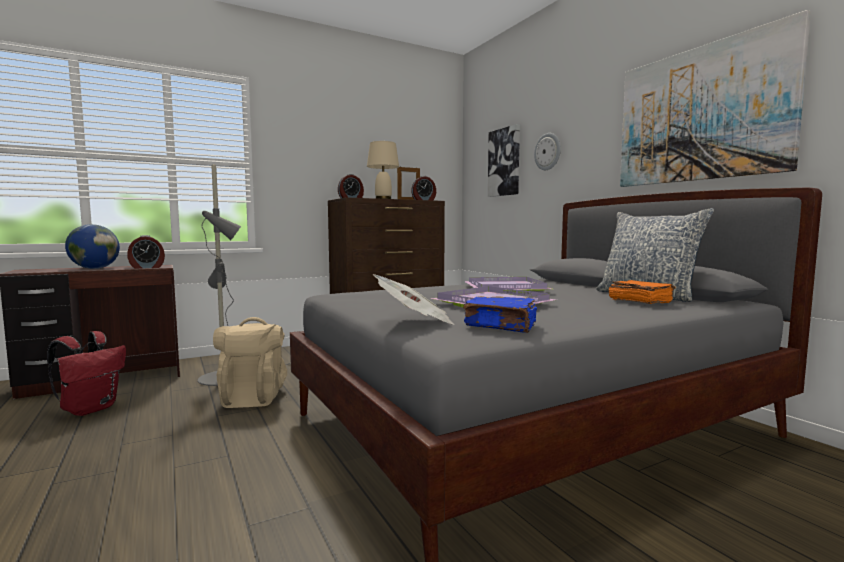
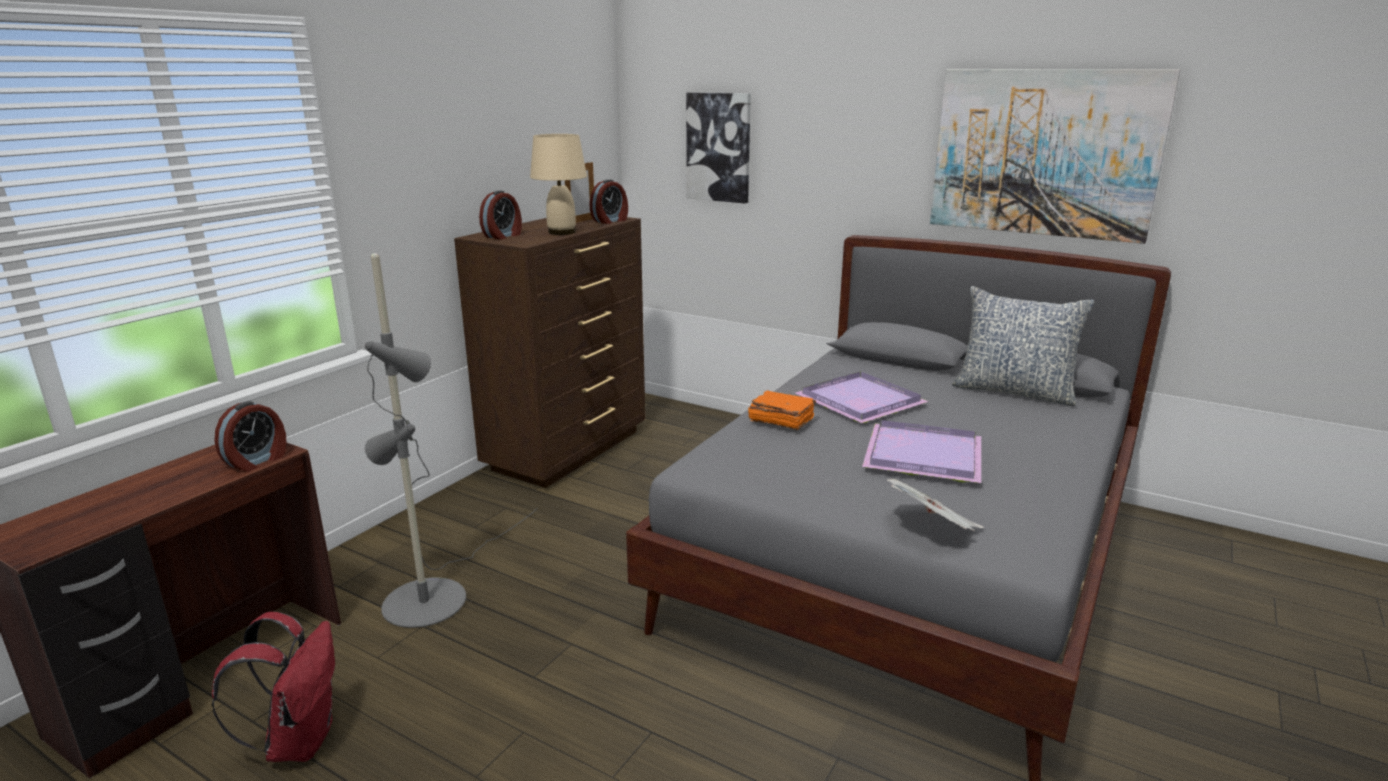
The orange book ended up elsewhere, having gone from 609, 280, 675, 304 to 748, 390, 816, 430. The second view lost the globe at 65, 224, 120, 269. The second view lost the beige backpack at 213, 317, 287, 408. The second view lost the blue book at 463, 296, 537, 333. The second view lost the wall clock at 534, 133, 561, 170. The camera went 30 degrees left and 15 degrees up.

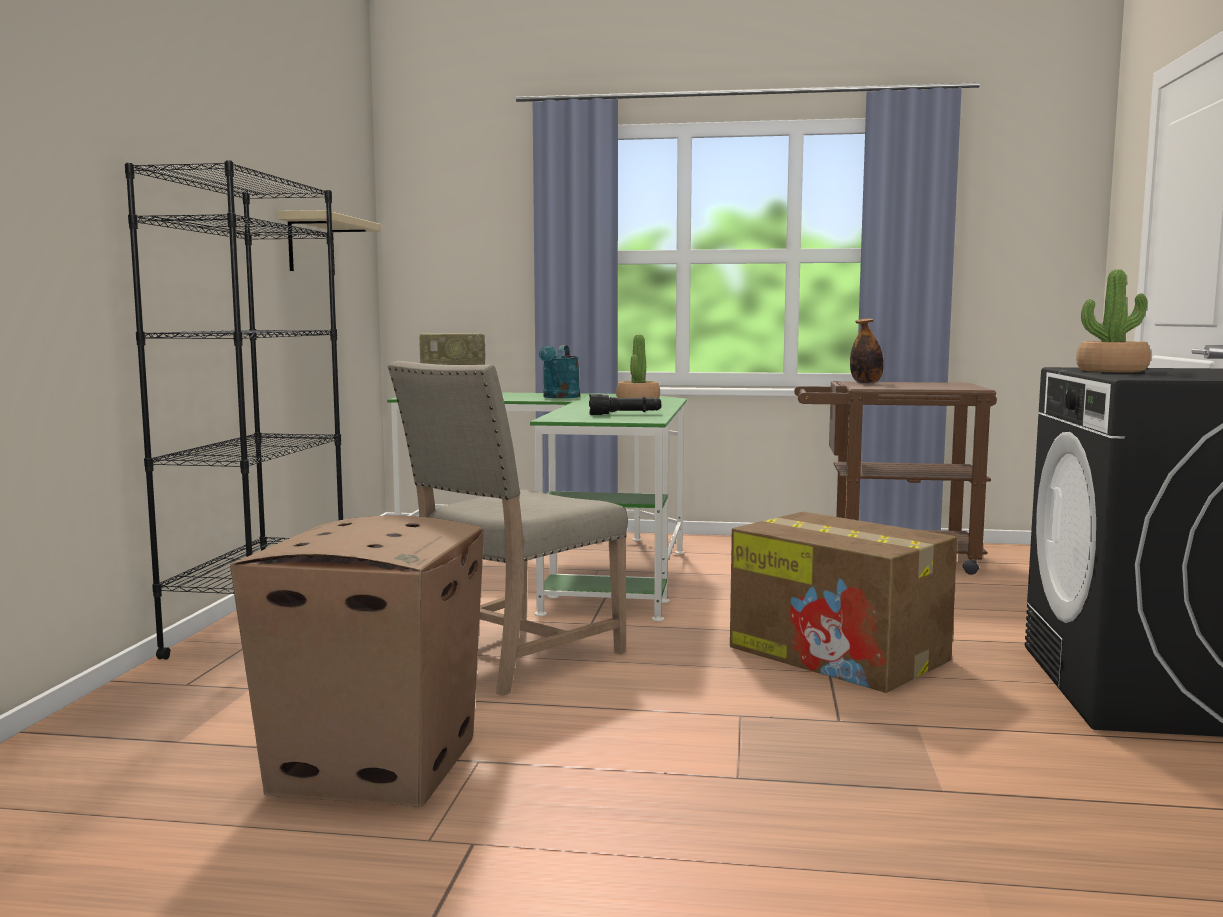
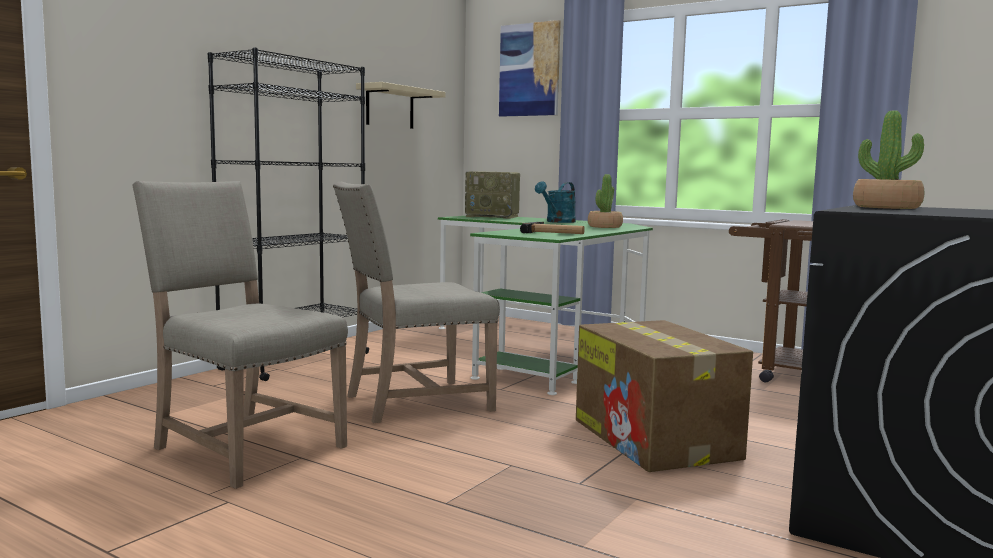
Where the cardboard box stood at 230, 515, 484, 807, the beige chair came to stand at 132, 181, 348, 489. The second view gained the picture at 499, 20, 561, 117. Where the black flashlight stood at 589, 394, 661, 415, the hammer came to stand at 520, 222, 585, 234. The second view lost the bottle at 850, 319, 884, 384. The camera went 25 degrees right and 0 degrees up.

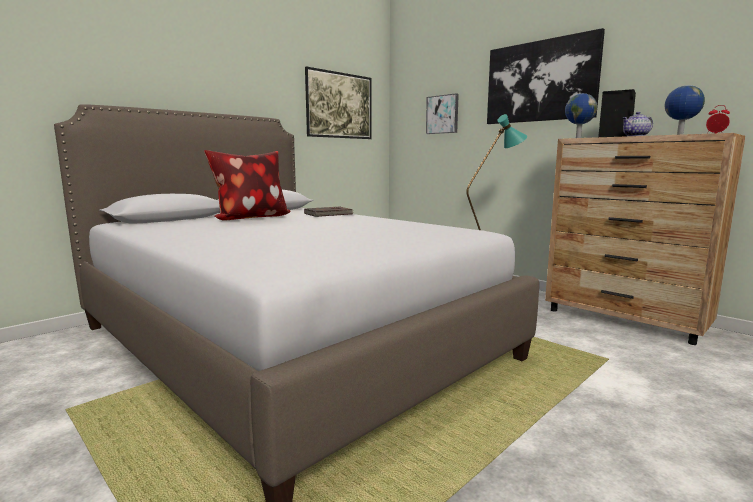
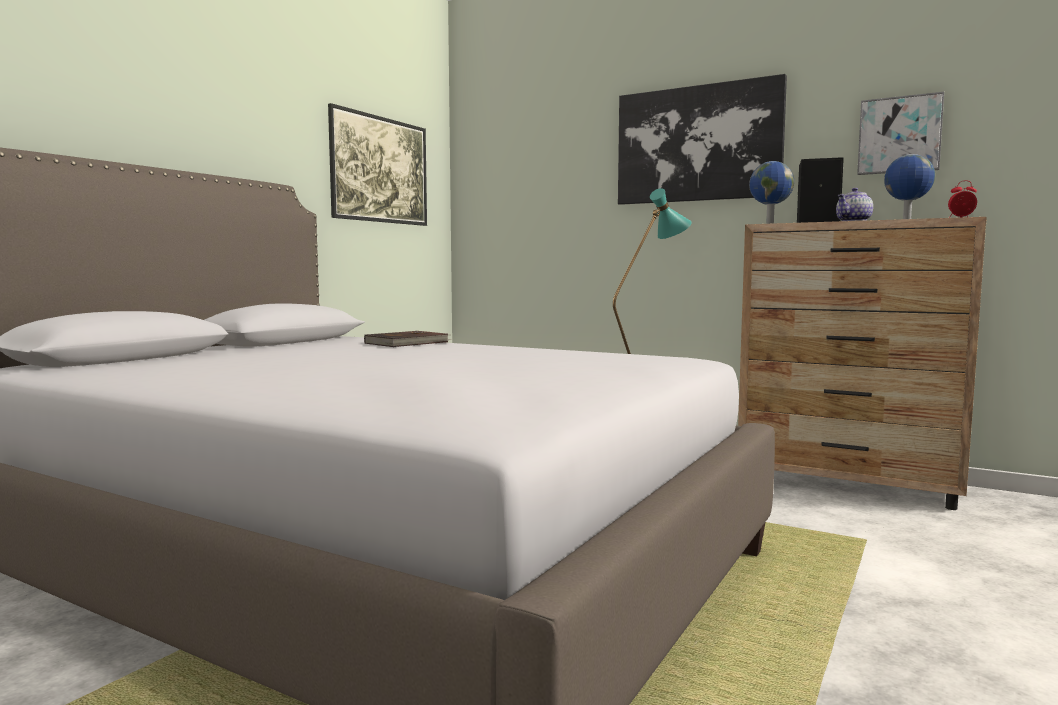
The picture ended up elsewhere, having gone from 426, 93, 459, 134 to 857, 92, 944, 175. The second view lost the pillow at 204, 150, 290, 221. The camera went 15 degrees left and 5 degrees down.

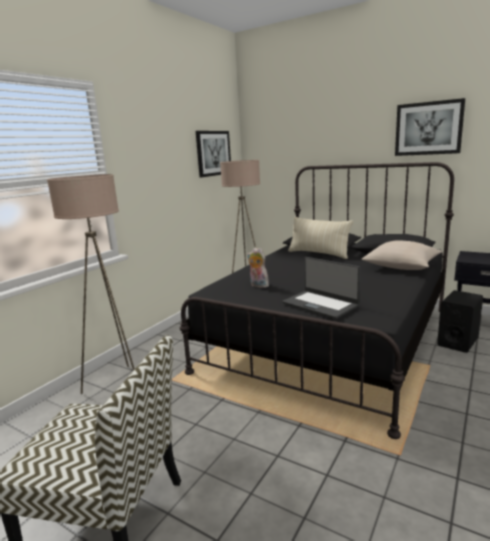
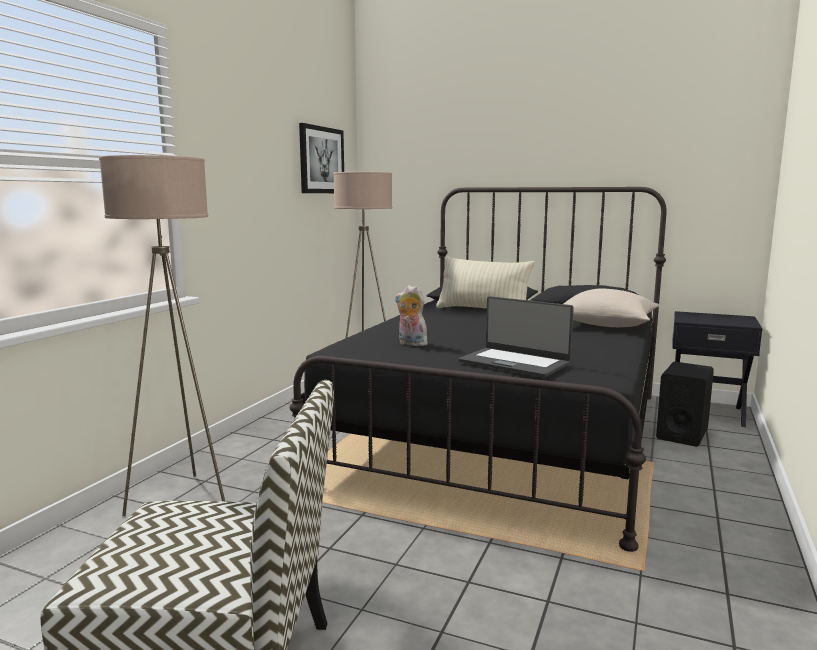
The second view lost the picture at 395, 98, 465, 156. The camera went 10 degrees left and 5 degrees down.

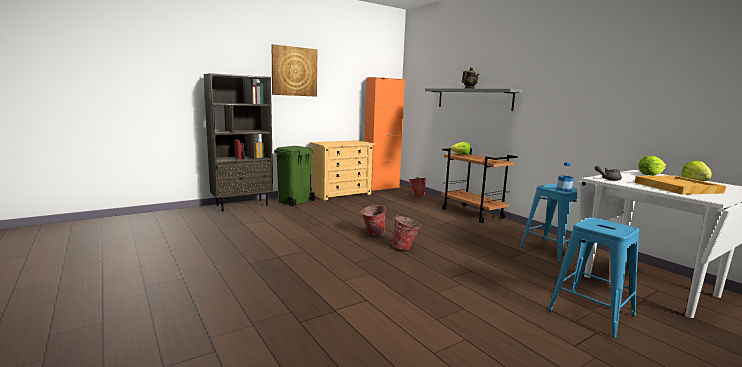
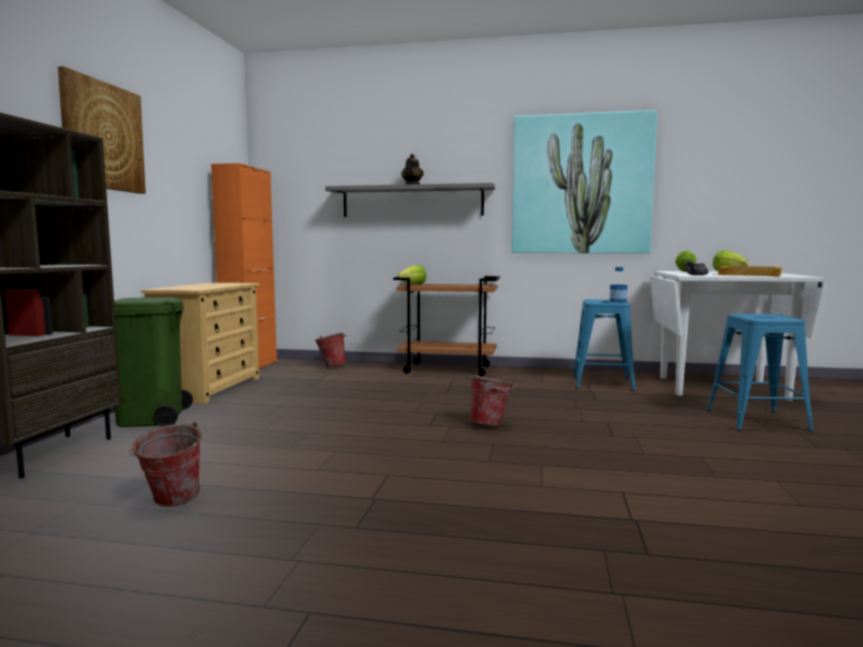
The bucket ended up elsewhere, having gone from 360, 205, 386, 236 to 129, 422, 201, 507. The second view gained the picture at 512, 110, 657, 253. The camera went 45 degrees left and 5 degrees down.

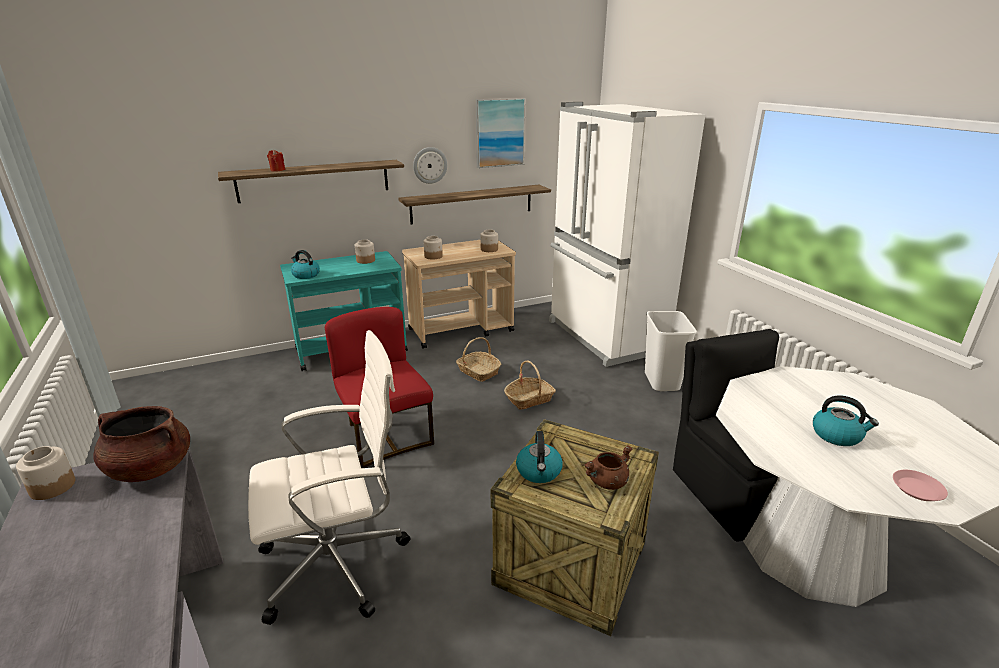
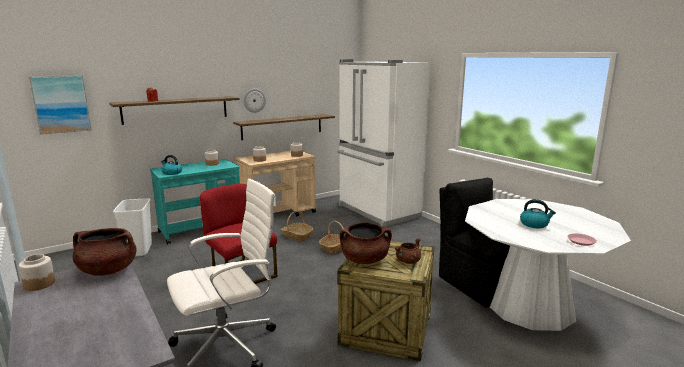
The picture ended up elsewhere, having gone from 476, 98, 525, 168 to 29, 75, 91, 134. The white trash can ended up elsewhere, having gone from 645, 311, 697, 391 to 113, 198, 152, 256. Where the kettle stood at 516, 431, 563, 483, the brown cooking pot came to stand at 340, 222, 392, 264. The camera went 10 degrees left and 10 degrees down.

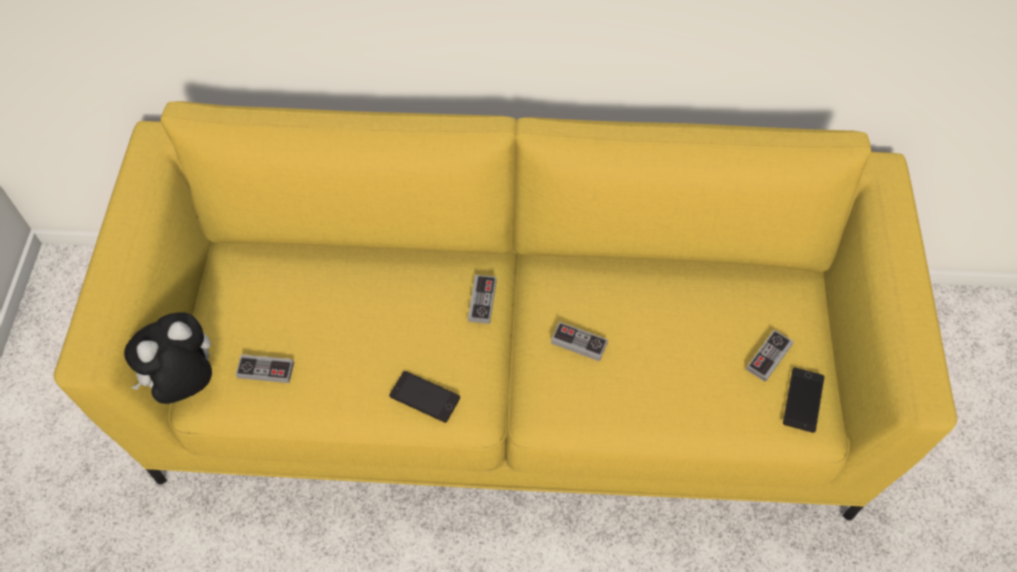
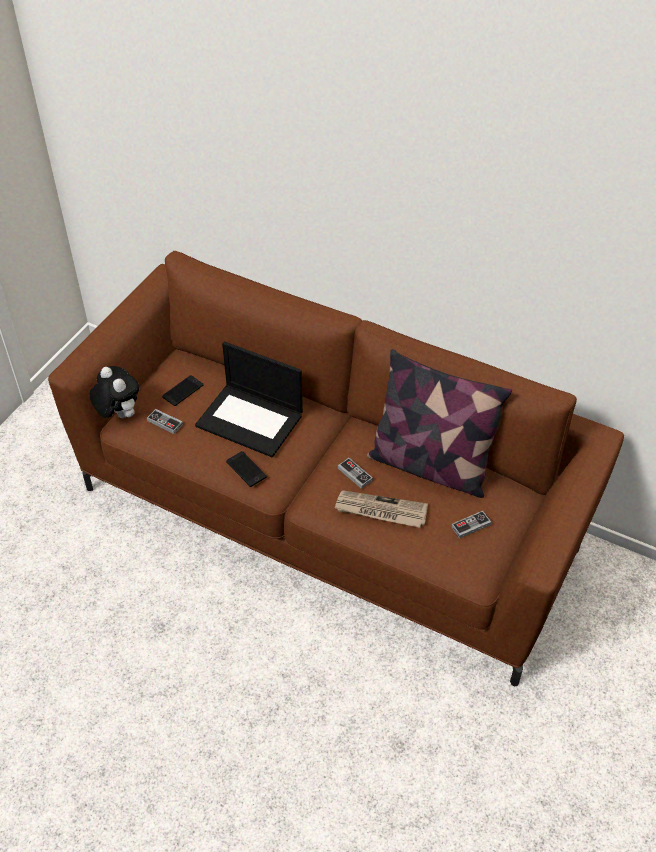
What was the yellow sofa at 54, 101, 957, 520 turned into the brown sofa at 48, 251, 624, 686. The plush toy at 124, 312, 212, 404 ended up facing another way, 60 degrees clockwise from before. The phone ended up elsewhere, having gone from 783, 368, 824, 433 to 162, 375, 204, 406. The second view gained the laptop at 195, 341, 303, 458. The second view gained the newspaper at 334, 490, 428, 528. The second view gained the pillow at 367, 349, 512, 498. The second view lost the game controller at 468, 275, 497, 324. The camera went 25 degrees right and 10 degrees down.

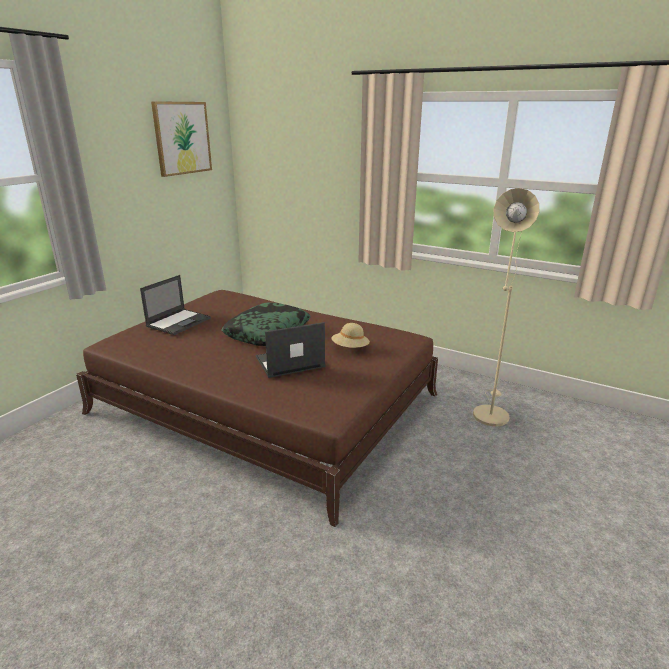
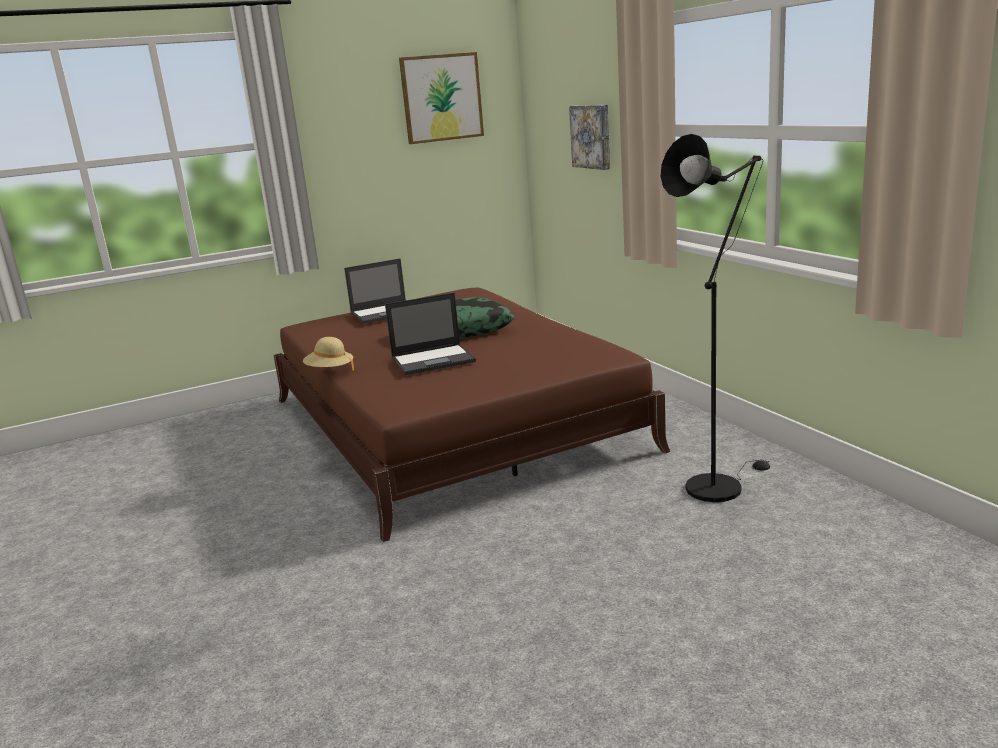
The beige hat ended up elsewhere, having gone from 332, 323, 370, 348 to 303, 337, 354, 370. The laptop at 256, 322, 326, 378 ended up facing another way, 150 degrees clockwise from before. The second view gained the picture at 569, 105, 610, 170. What was the beige floor lamp at 473, 188, 539, 427 turned into the black floor lamp at 661, 134, 770, 502. The camera went 35 degrees right and 5 degrees down.

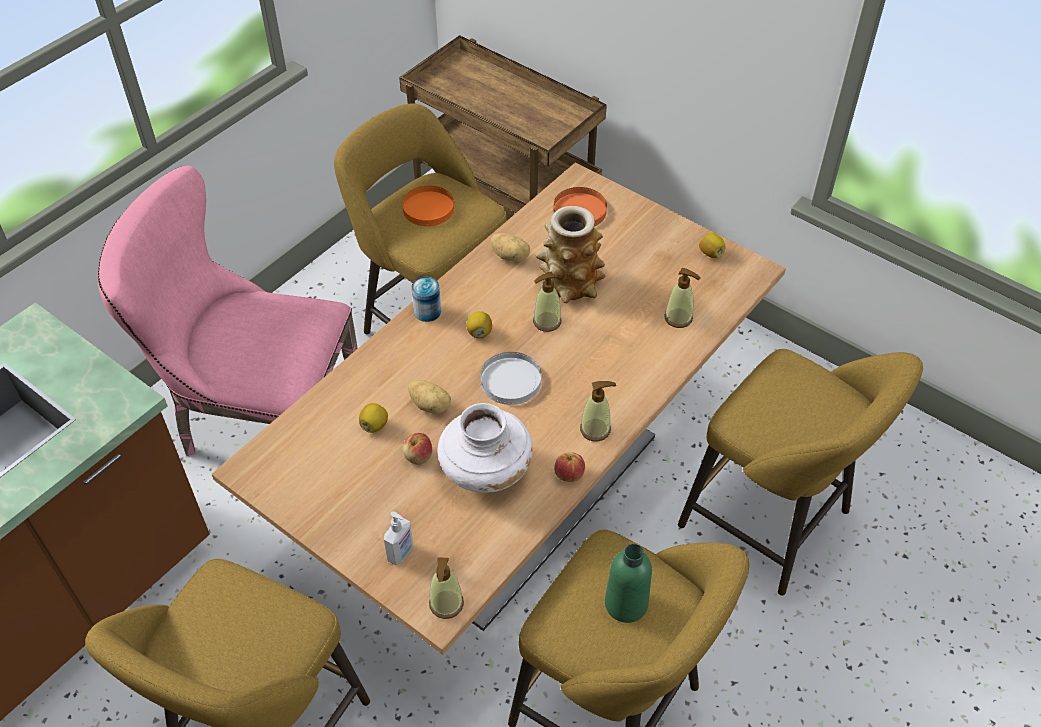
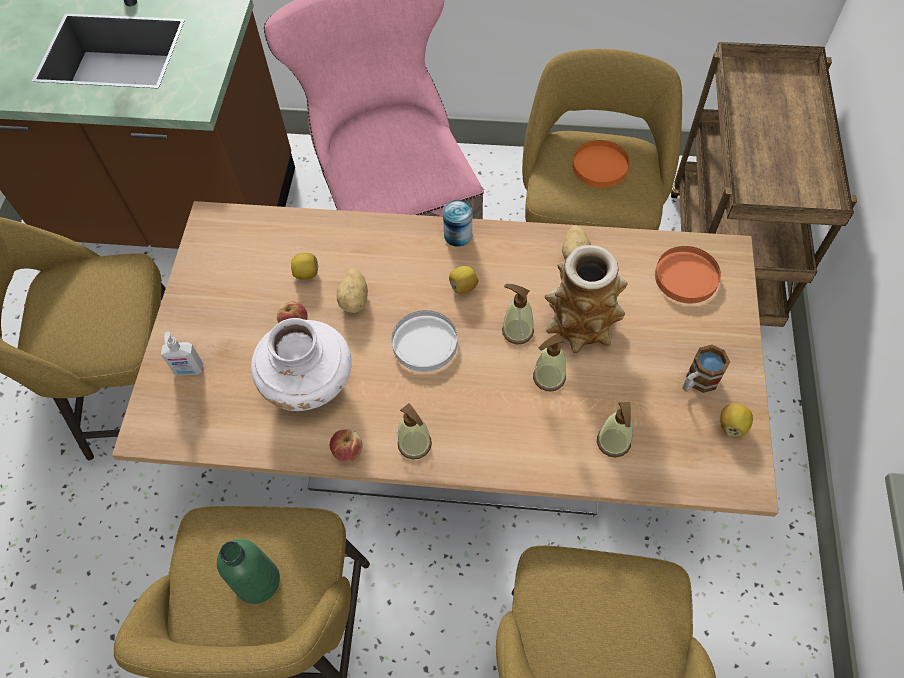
The soap dispenser ended up elsewhere, having gone from 429, 557, 464, 619 to 533, 334, 566, 391. The second view gained the mug at 682, 345, 730, 393. The camera went 60 degrees right and 10 degrees up.

